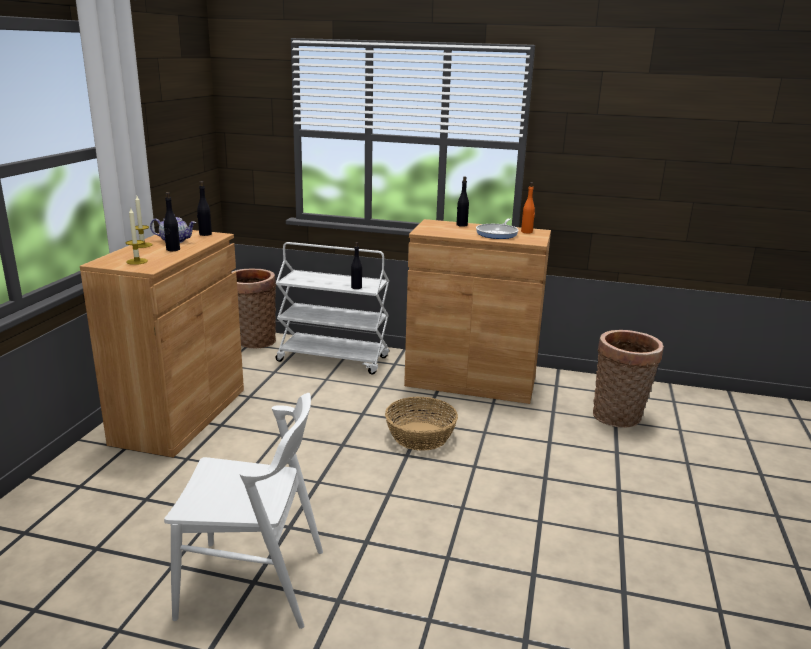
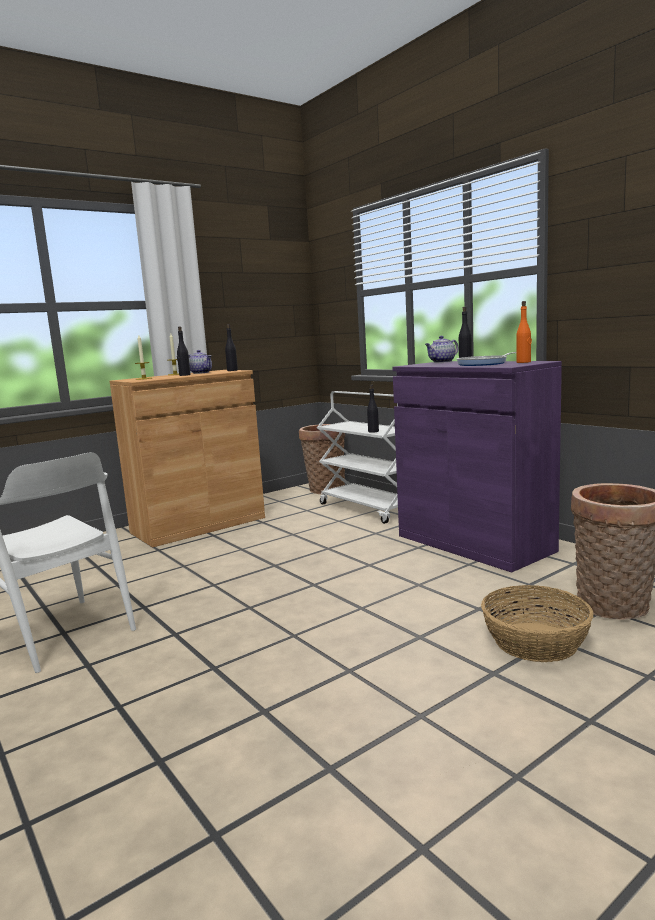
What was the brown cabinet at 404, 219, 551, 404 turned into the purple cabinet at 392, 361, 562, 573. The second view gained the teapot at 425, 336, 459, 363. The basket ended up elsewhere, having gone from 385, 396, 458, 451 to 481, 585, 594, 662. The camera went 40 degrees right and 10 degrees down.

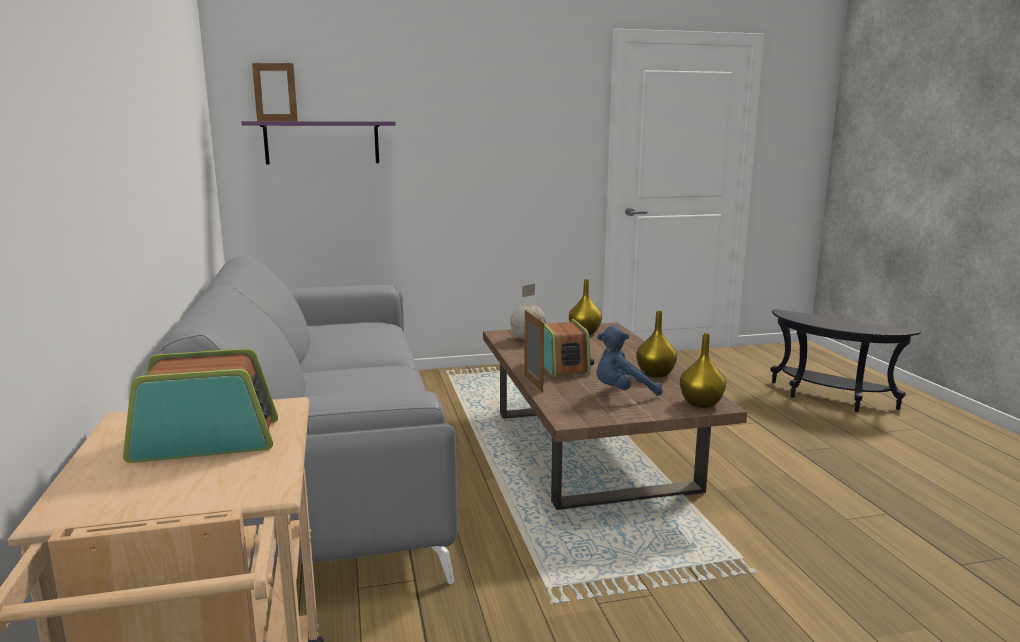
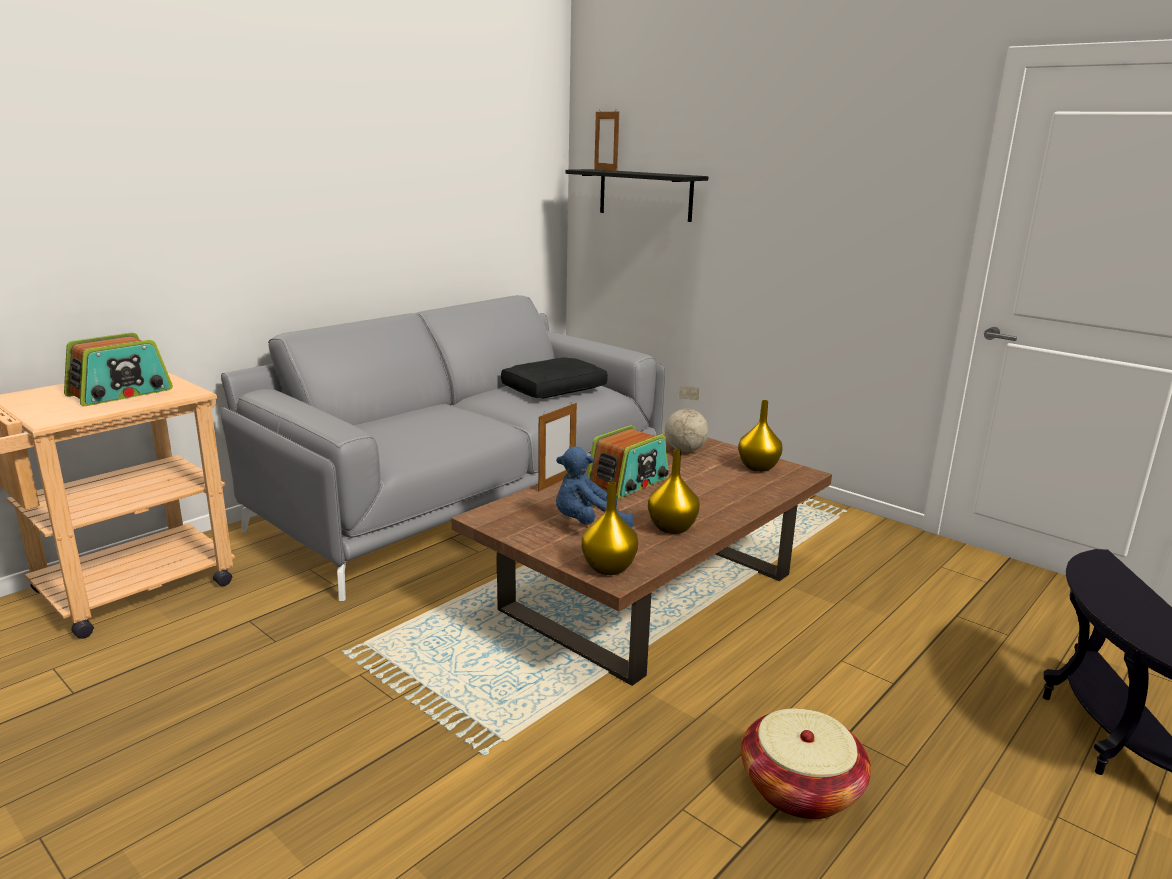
The radio at 123, 348, 278, 463 ended up facing another way, 90 degrees clockwise from before. The second view gained the black pillow at 501, 357, 608, 398. The blue plush toy at 596, 325, 663, 396 ended up facing another way, 60 degrees counterclockwise from before. What was the purple shelf at 241, 121, 396, 164 turned into the black shelf at 565, 169, 708, 222. The second view gained the basket at 741, 708, 871, 820. The camera went 55 degrees right and 5 degrees up.

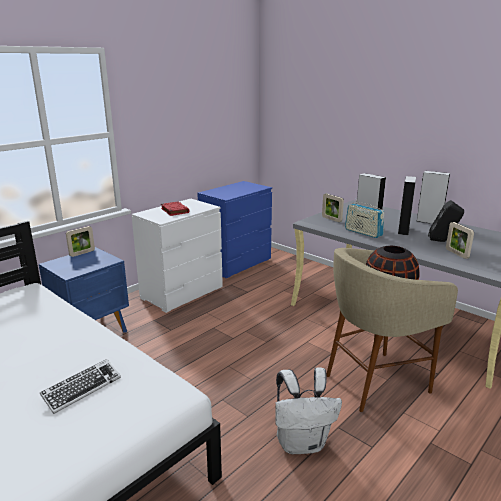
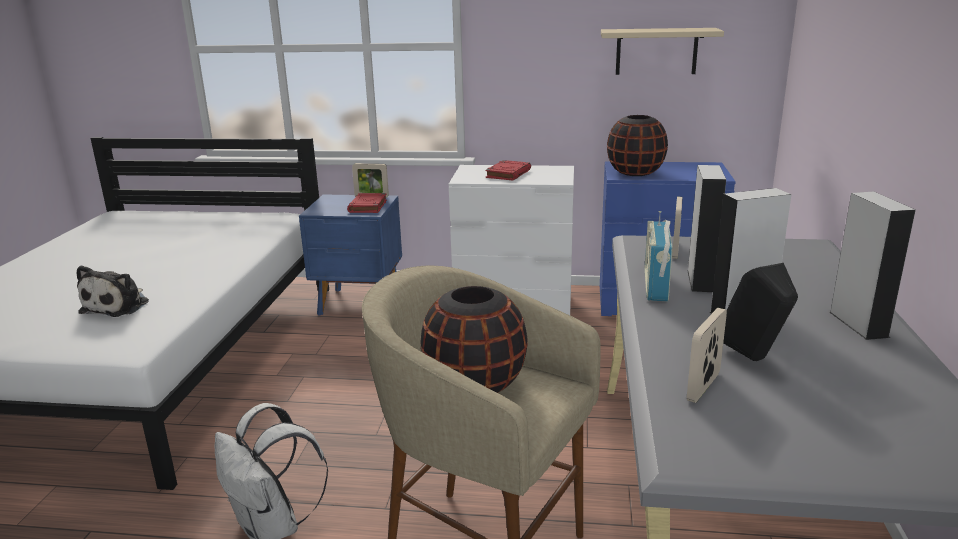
Where the keyboard stood at 40, 359, 121, 414, the plush toy came to stand at 77, 265, 149, 317. The second view gained the red book at 347, 193, 387, 213. The second view gained the beige shelf at 601, 28, 724, 75. The second view gained the black vase at 607, 115, 668, 176. The camera went 55 degrees right and 0 degrees up.

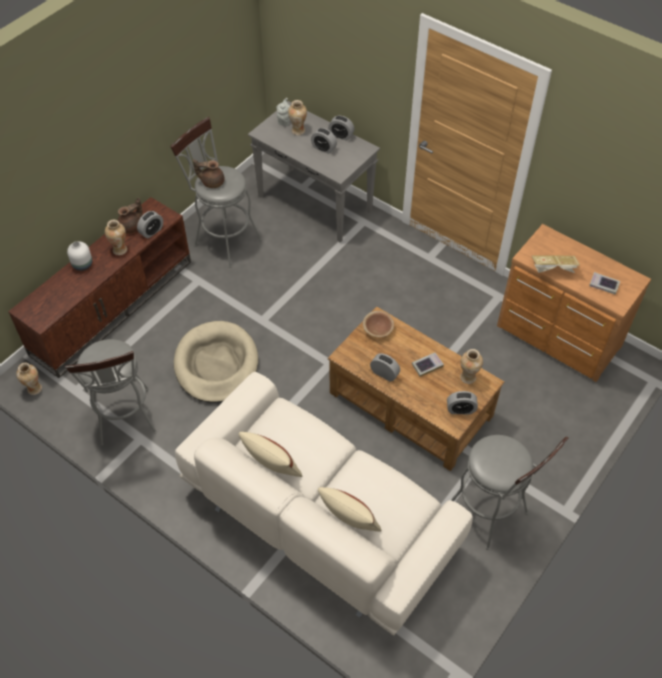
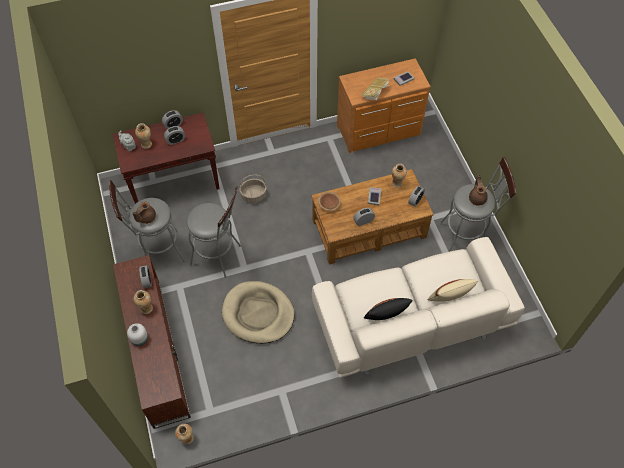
What was the grey console table at 248, 101, 380, 242 turned into the brown console table at 112, 113, 220, 204. The grey stool ended up elsewhere, having gone from 65, 339, 157, 446 to 187, 187, 241, 278. The second view gained the basket at 240, 175, 267, 203. What was the beige pillow at 239, 432, 302, 477 turned into the black pillow at 364, 298, 413, 320. The brown teapot ended up elsewhere, having gone from 118, 198, 143, 234 to 469, 174, 488, 206. The camera went 55 degrees left and 5 degrees up.

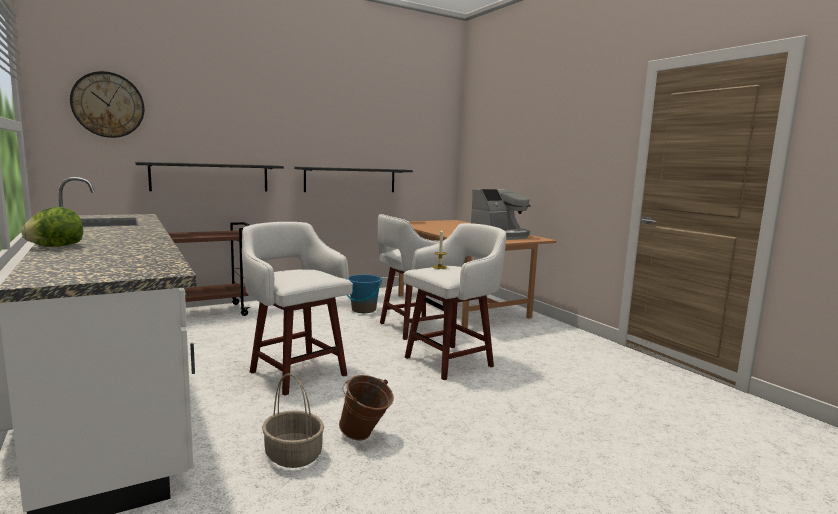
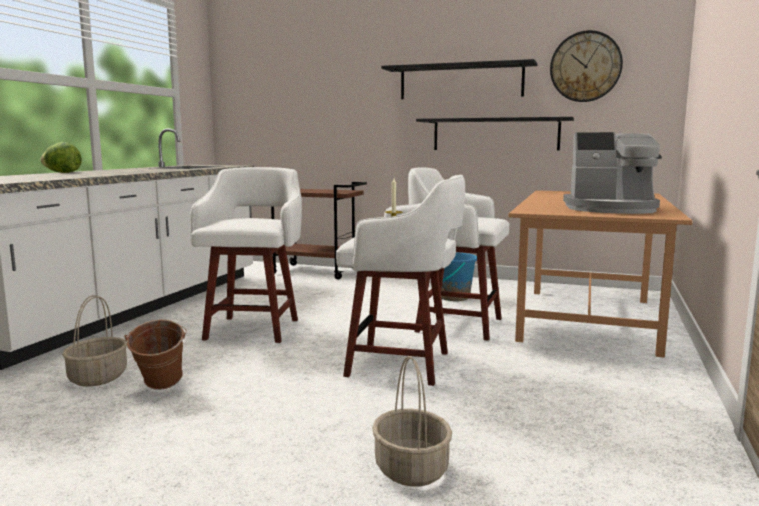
The second view gained the basket at 372, 356, 452, 486. The black shelf ended up elsewhere, having gone from 135, 162, 284, 191 to 381, 59, 538, 99. The wall clock ended up elsewhere, having gone from 70, 71, 145, 138 to 550, 30, 623, 102. The camera went 50 degrees right and 0 degrees up.

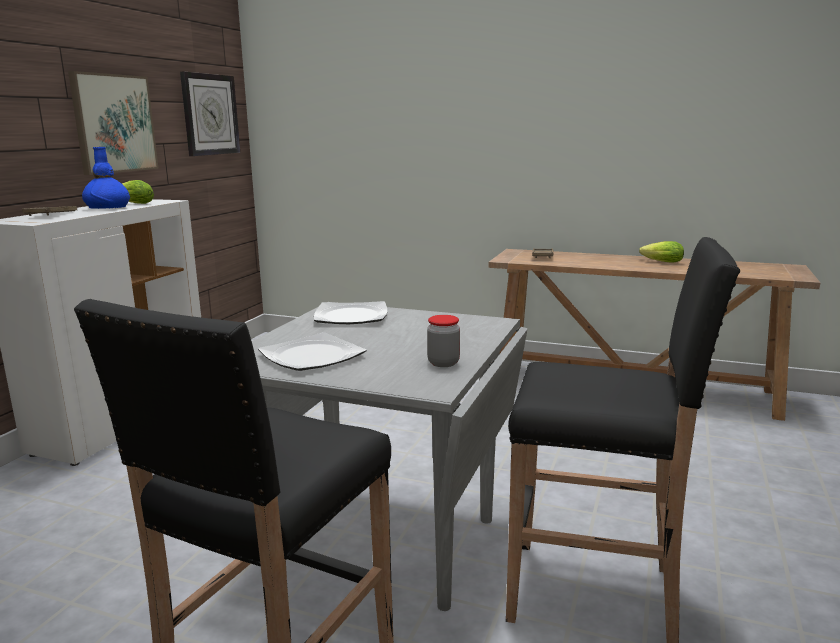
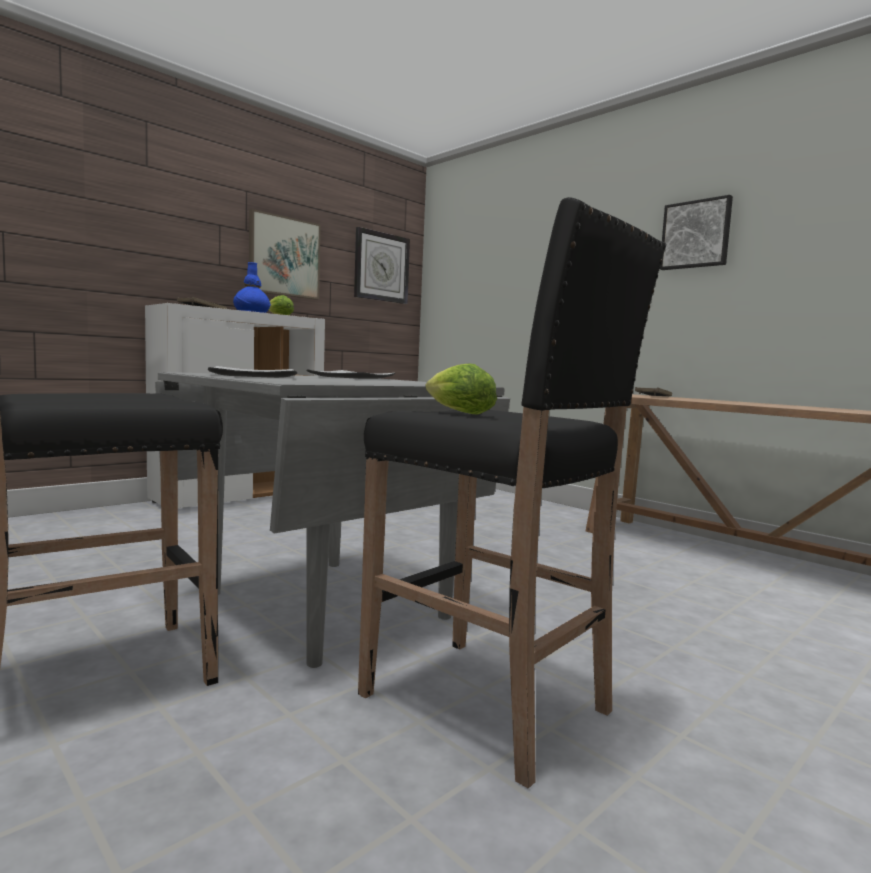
The lettuce ended up elsewhere, having gone from 639, 241, 684, 263 to 425, 364, 497, 414. The second view gained the picture at 659, 195, 733, 270. The second view lost the jar at 427, 315, 460, 367. The camera went 25 degrees right and 10 degrees down.

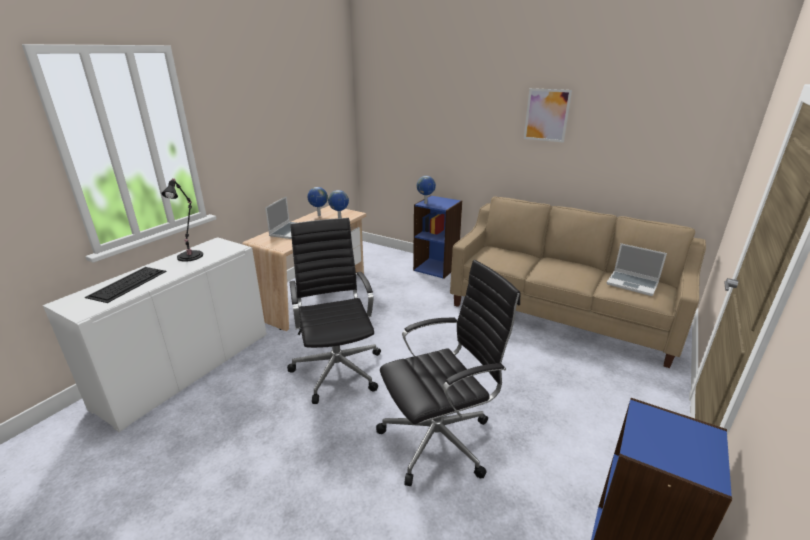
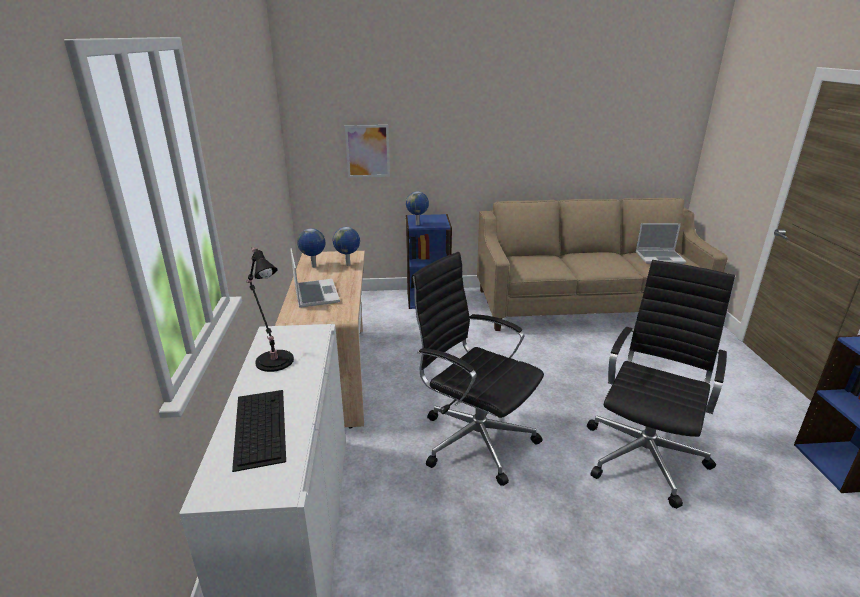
The picture ended up elsewhere, having gone from 524, 88, 572, 143 to 345, 125, 390, 178. The camera went 35 degrees left and 0 degrees up.

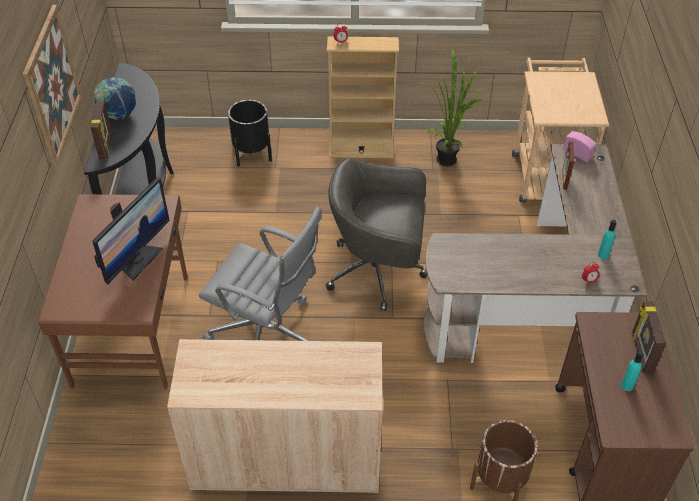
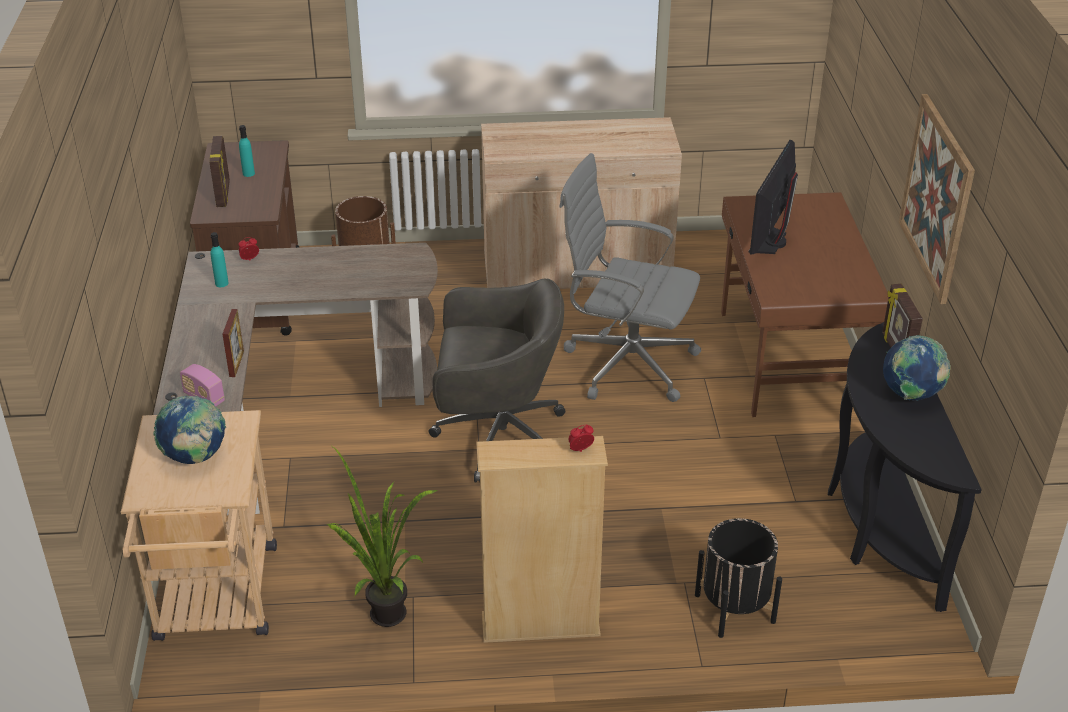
The second view gained the globe at 153, 396, 226, 464. The camera went 175 degrees right and 10 degrees down.

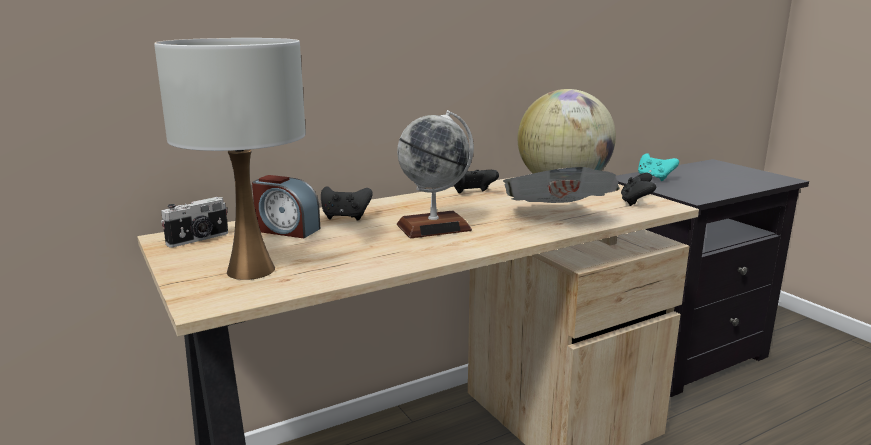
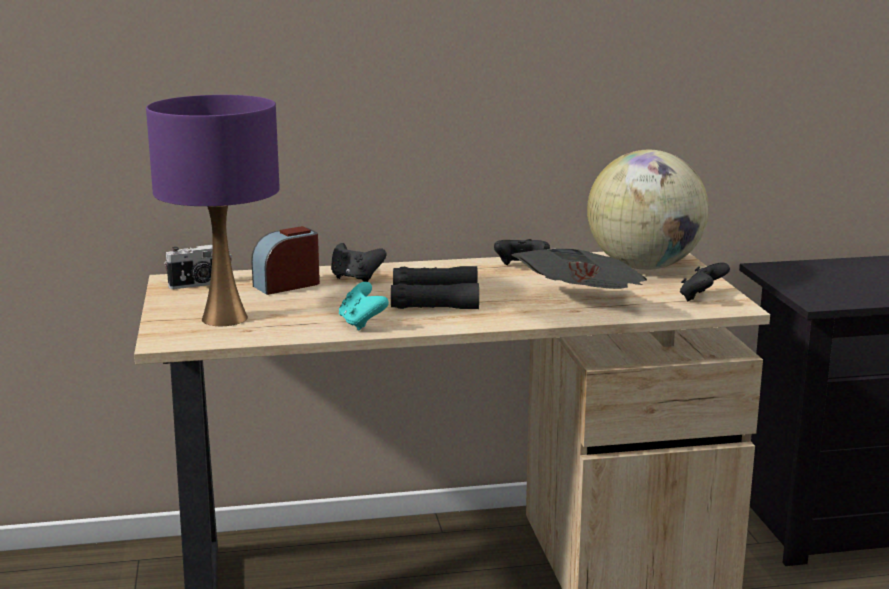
What was the white table lamp at 154, 38, 306, 280 turned into the purple table lamp at 146, 95, 280, 326. The alarm clock at 252, 175, 320, 238 ended up facing another way, 105 degrees clockwise from before. The turquoise game controller ended up elsewhere, having gone from 638, 153, 679, 181 to 339, 282, 389, 330. Where the globe stood at 397, 110, 474, 238, the black binoculars came to stand at 391, 266, 479, 309. The camera went 20 degrees right and 0 degrees up.

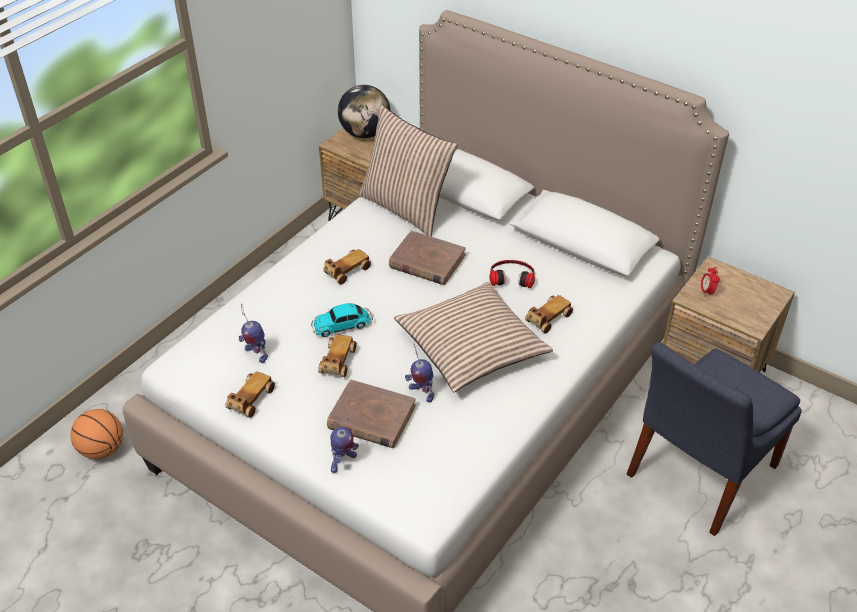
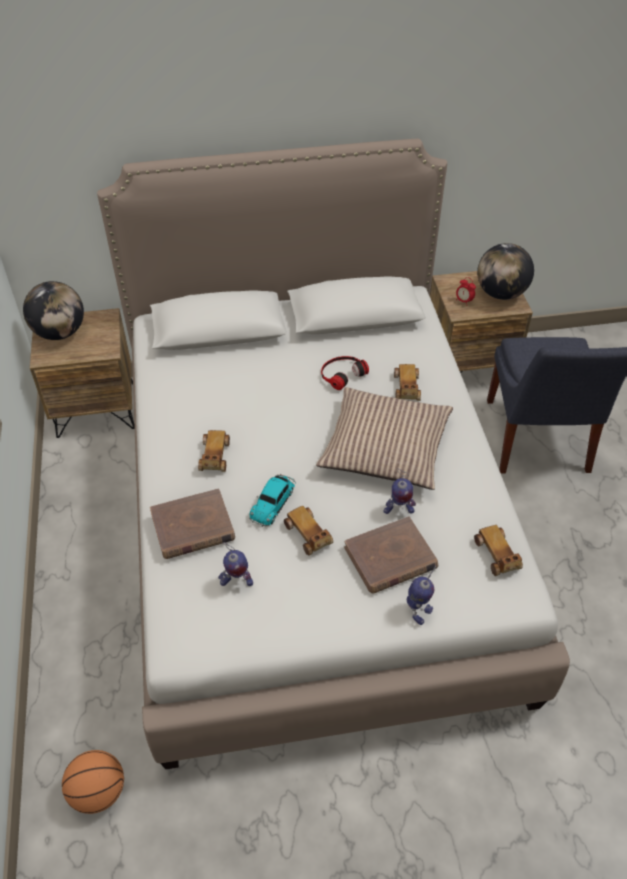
The brown book ended up elsewhere, having gone from 389, 231, 466, 285 to 150, 488, 235, 559. The toy car ended up elsewhere, having gone from 225, 371, 275, 418 to 474, 525, 523, 576. The second view gained the globe at 477, 243, 534, 300. The second view lost the pillow at 358, 105, 458, 237. The camera went 45 degrees left and 5 degrees up.

